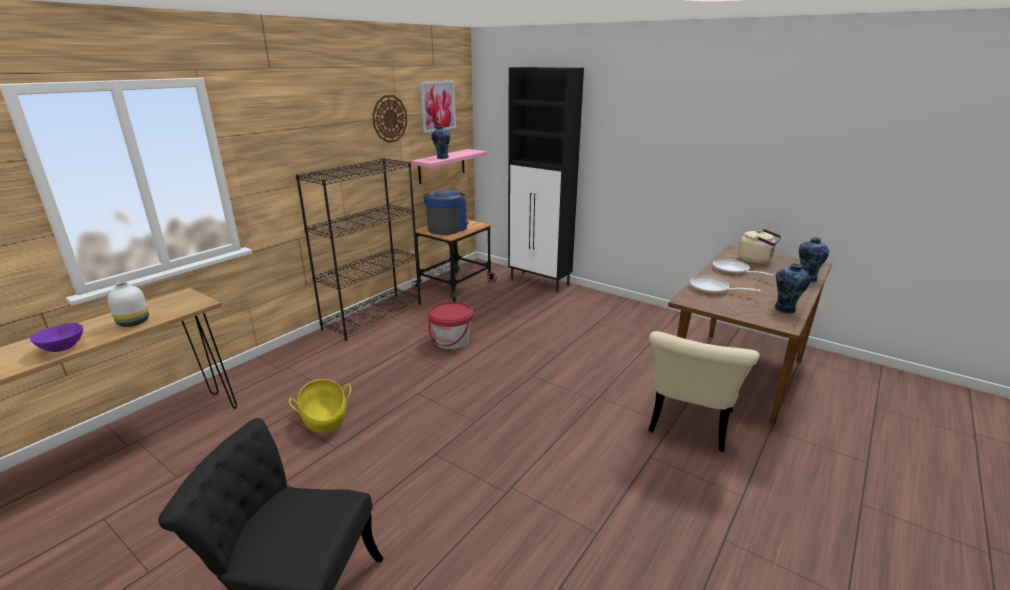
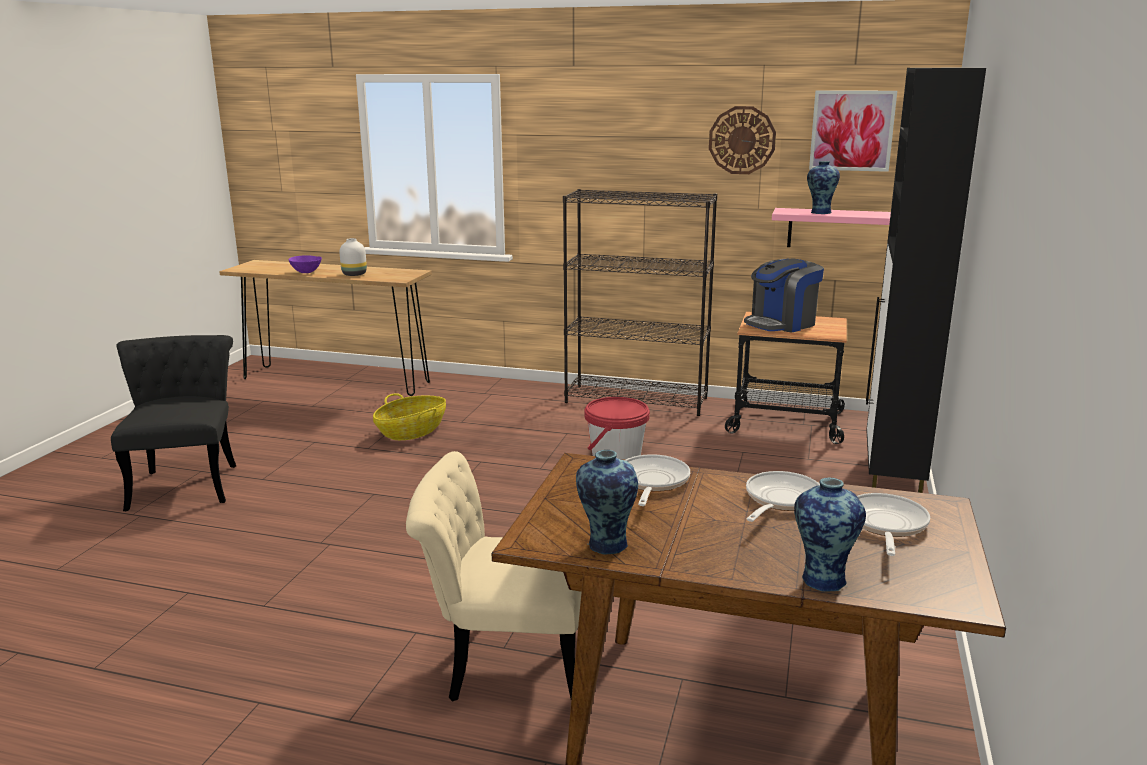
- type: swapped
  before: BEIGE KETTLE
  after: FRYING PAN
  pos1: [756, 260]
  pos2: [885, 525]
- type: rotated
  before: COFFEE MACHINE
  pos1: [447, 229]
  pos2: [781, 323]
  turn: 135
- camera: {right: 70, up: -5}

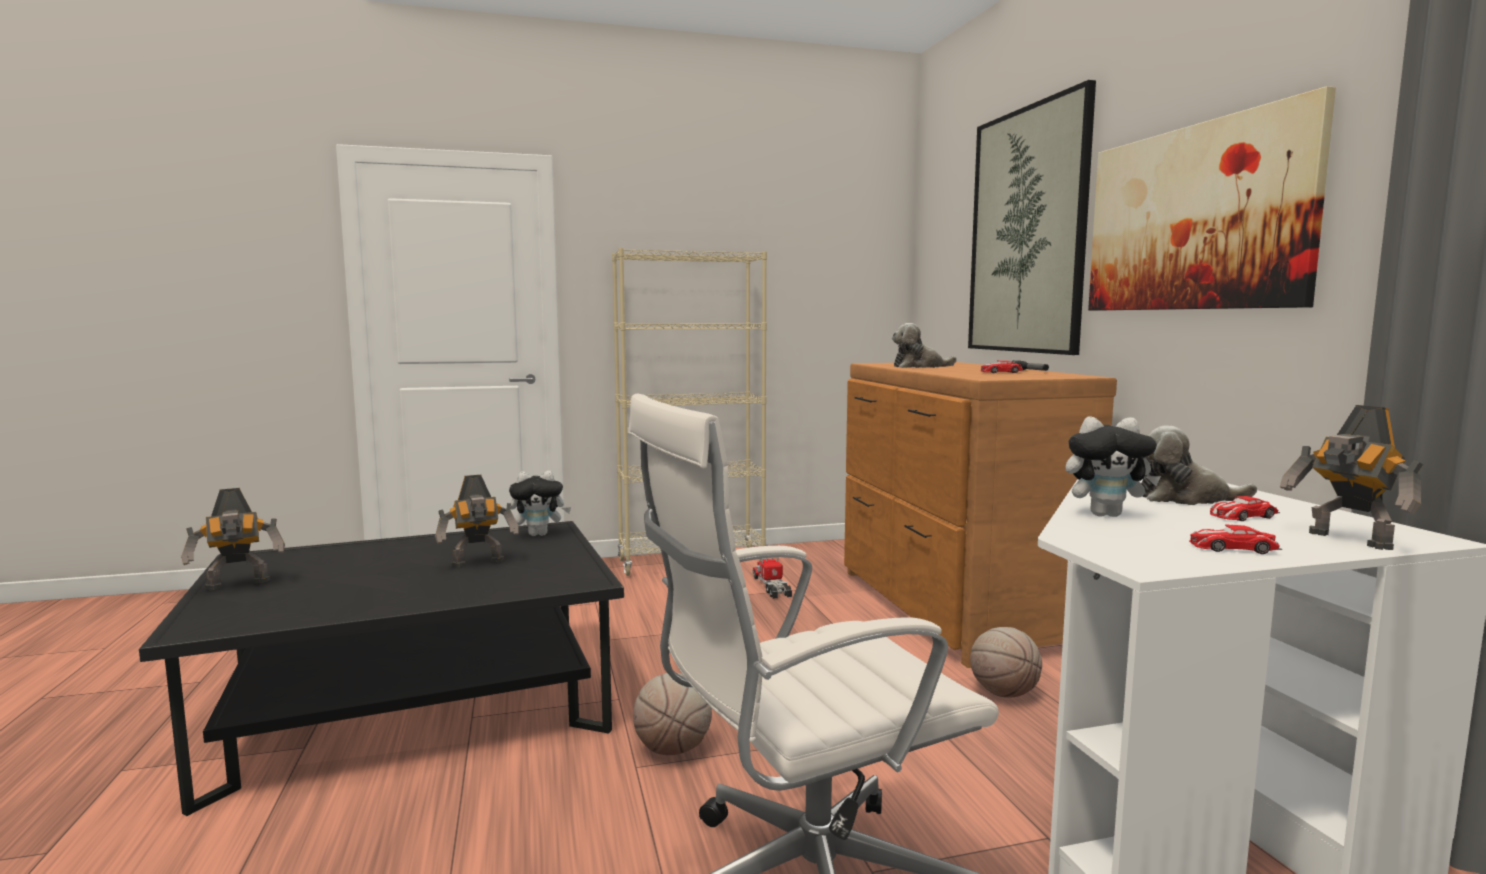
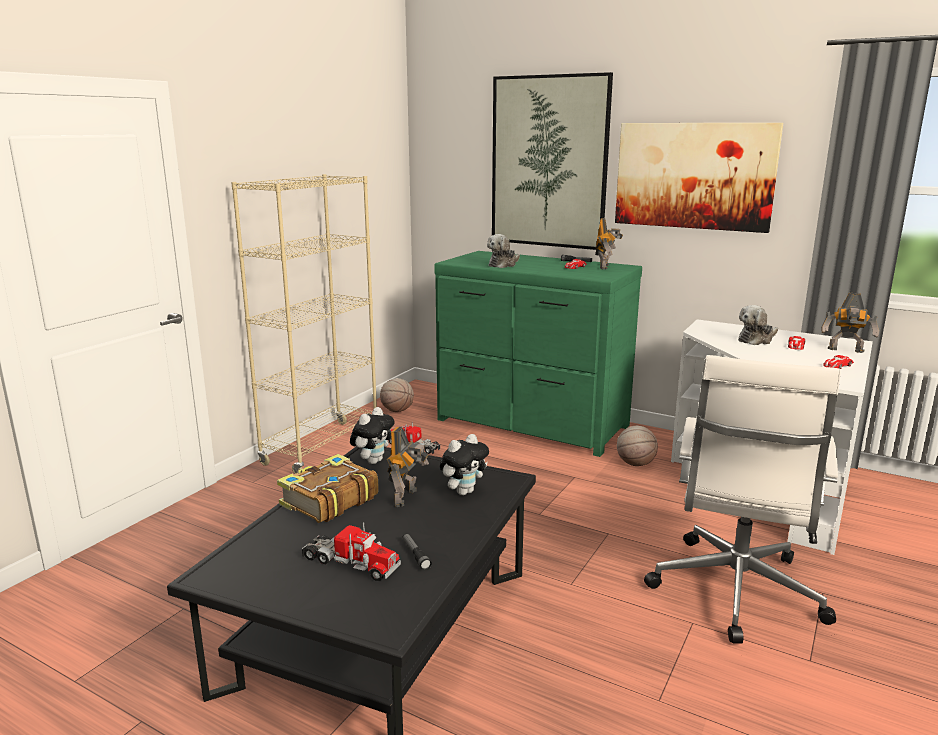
- type: new
  after: BOOK
  pos2: [328, 501]
- type: new
  after: TOY TRUCK
  pos2: [350, 563]
- type: new
  after: FLASHLIGHT
  pos2: [415, 555]
- type: shifted
  before: TOY ROBOT
  pos1: [238, 585]
  pos2: [606, 267]
- type: shifted
  before: BASKETBALL
  pos1: [673, 749]
  pos2: [397, 410]
- type: shifted
  before: PLUSH TOY
  pos1: [1106, 514]
  pos2: [464, 491]
- type: repainted
  before: BROWN DRESSER
  after: GREEN DRESSER
  pos1: [950, 608]
  pos2: [531, 424]
- camera: {right: -45, up: 10}

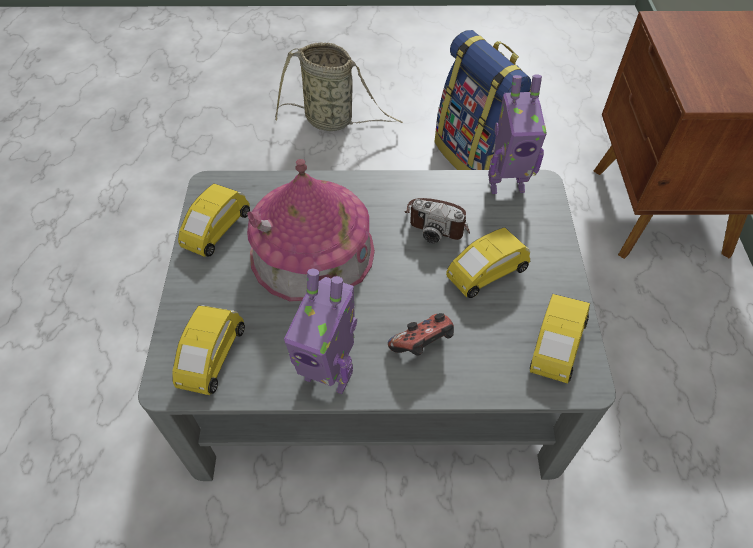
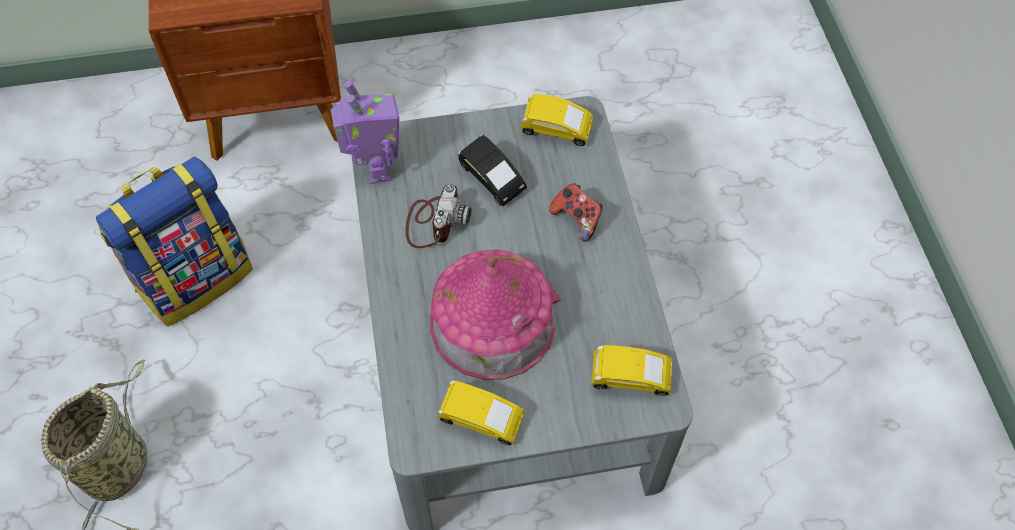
- type: gone
  before: TOY ROBOT
  pos1: [329, 373]
- type: repainted
  before: YELLOW TOY CAR
  after: BLACK TOY CAR
  pos1: [485, 273]
  pos2: [490, 180]
- camera: {right: -100, up: 5}

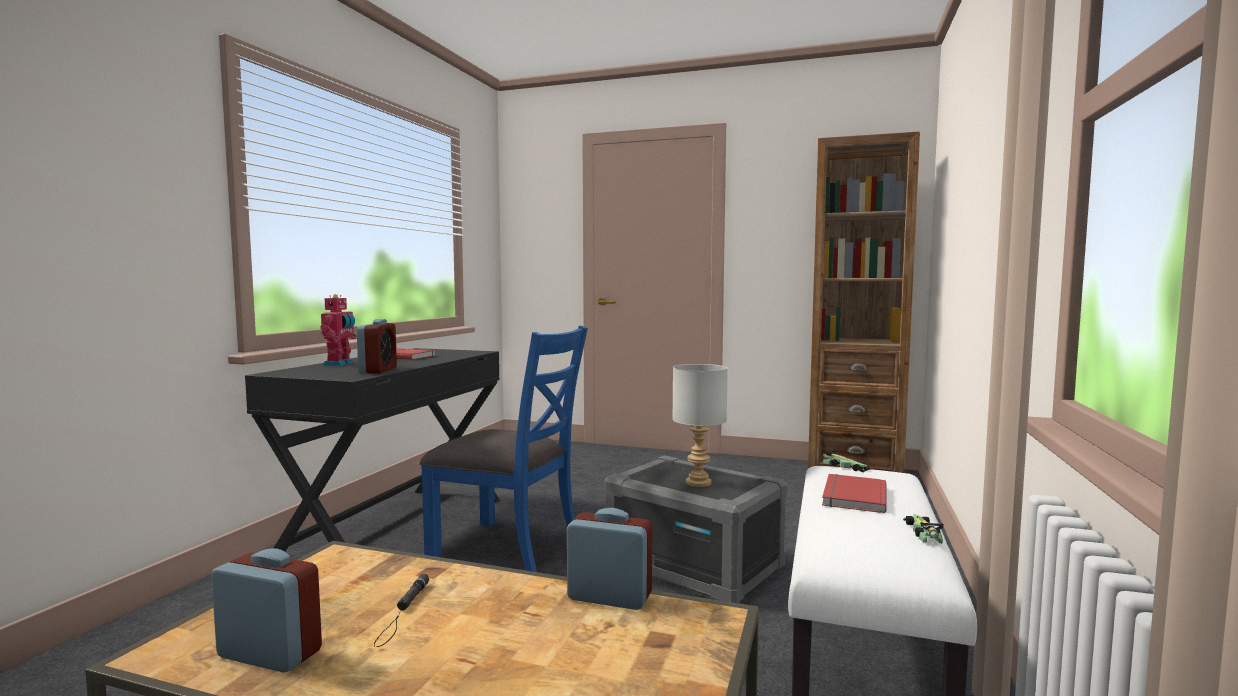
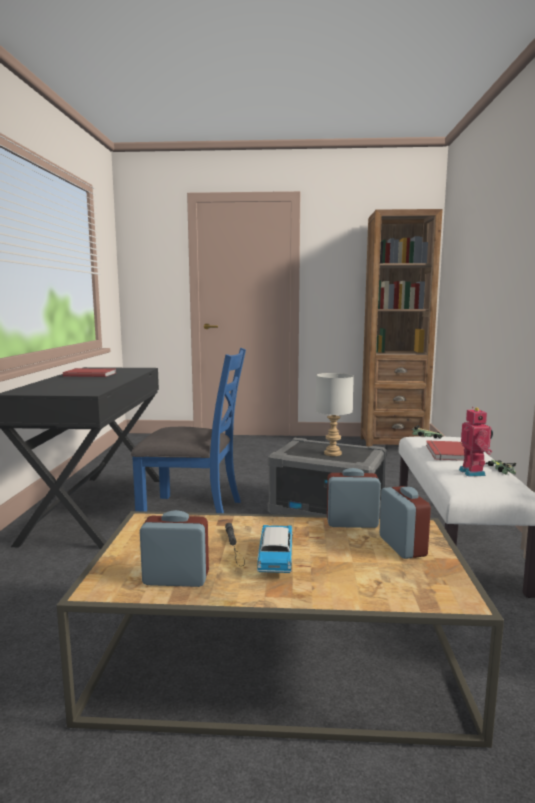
- type: new
  after: TOY CAR
  pos2: [276, 558]
- type: shifted
  before: TOY ROBOT
  pos1: [340, 364]
  pos2: [473, 472]
- type: shifted
  before: ALARM CLOCK
  pos1: [378, 370]
  pos2: [402, 546]
- camera: {right: -15, up: 5}

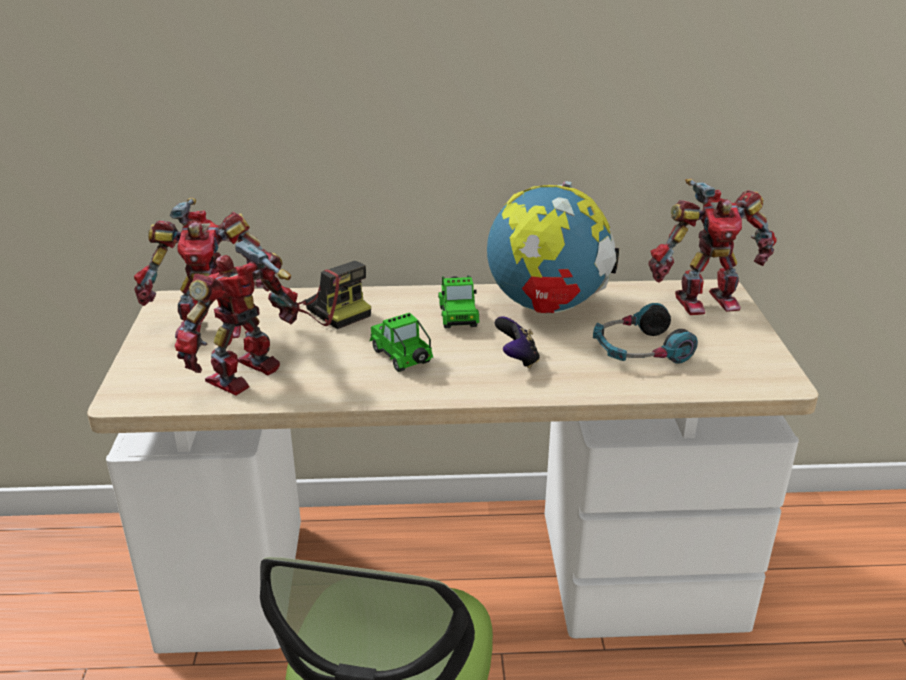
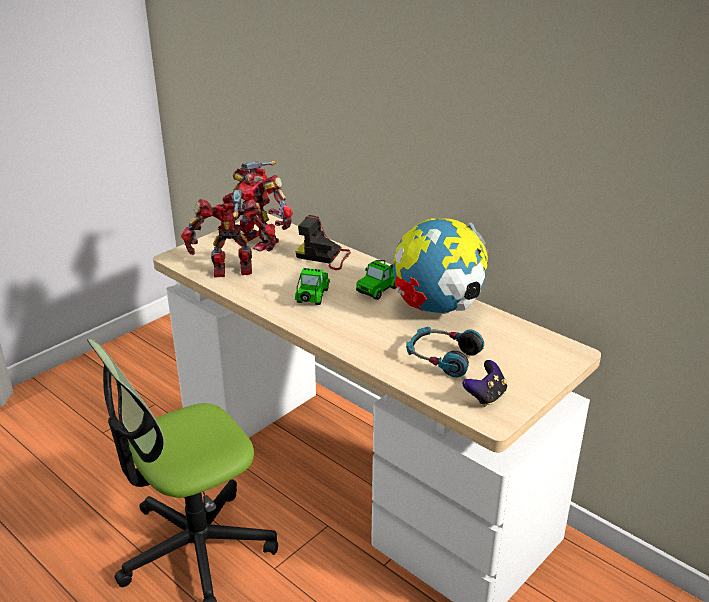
- type: gone
  before: TOY ROBOT
  pos1: [704, 300]
- type: shifted
  before: GAME CONTROLLER
  pos1: [517, 359]
  pos2: [485, 397]
- type: rotated
  before: PHOTO CAMERA
  pos1: [333, 309]
  pos2: [324, 257]
  turn: 105
- camera: {right: 45, up: 0}

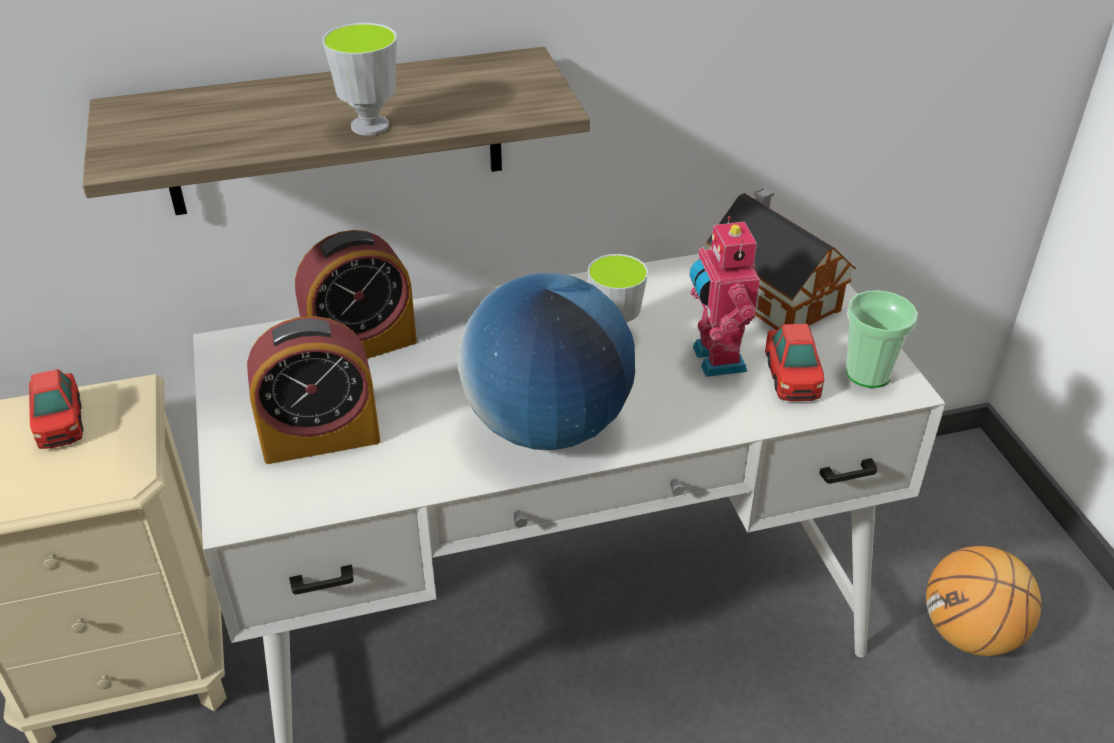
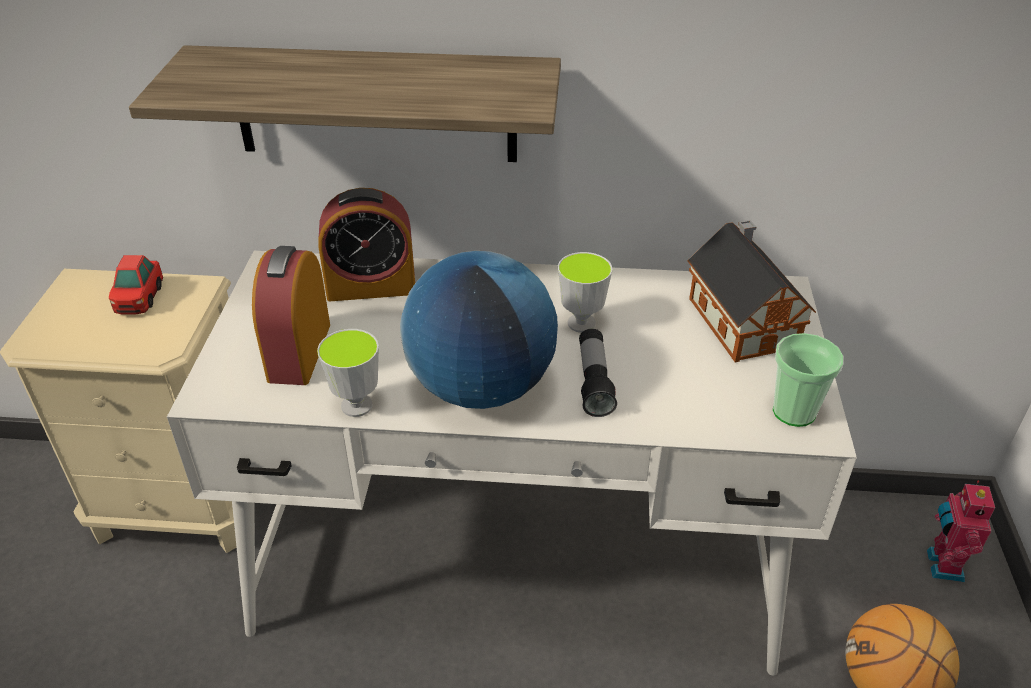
- type: gone
  before: TOY CAR
  pos1: [792, 379]
- type: new
  after: FLASHLIGHT
  pos2: [594, 382]
- type: shifted
  before: CUP
  pos1: [370, 126]
  pos2: [356, 406]
- type: shifted
  before: TOY ROBOT
  pos1: [715, 359]
  pos2: [941, 565]
- type: rotated
  before: ALARM CLOCK
  pos1: [320, 437]
  pos2: [299, 352]
  turn: 90
- camera: {right: 20, up: 0}

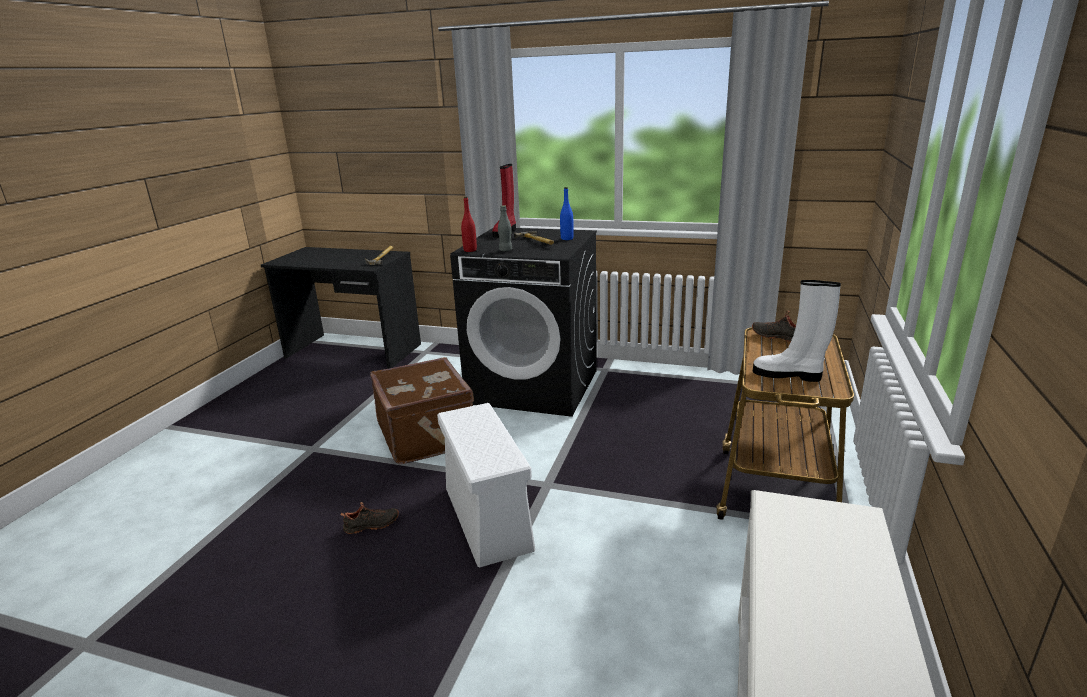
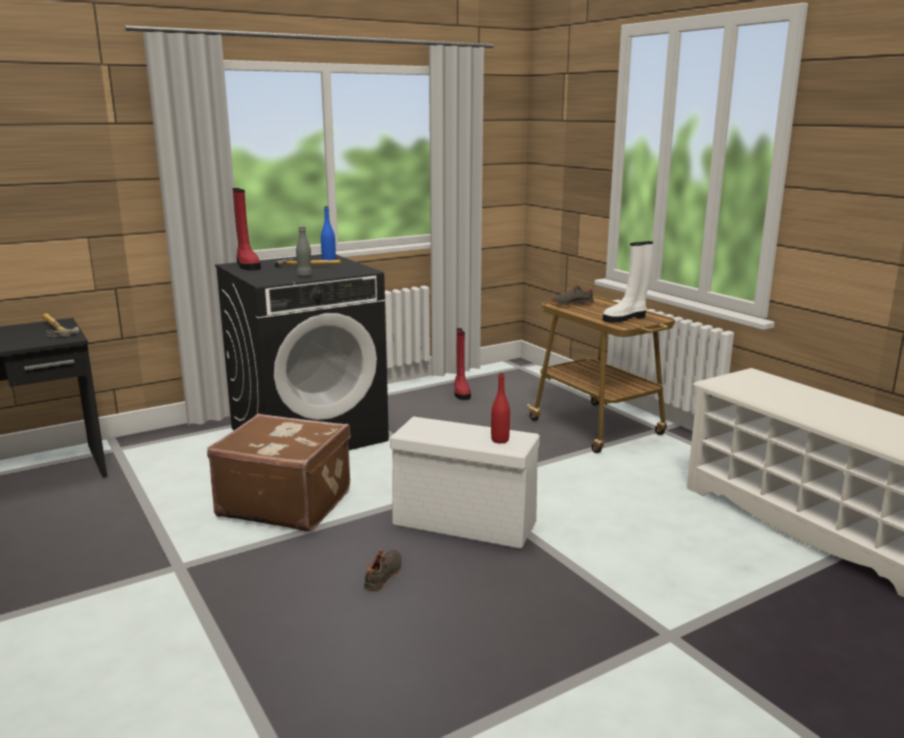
- type: new
  after: RED BOOT
  pos2: [461, 392]
- type: shifted
  before: RED BOTTLE
  pos1: [470, 250]
  pos2: [500, 440]
- camera: {right: -50, up: -5}

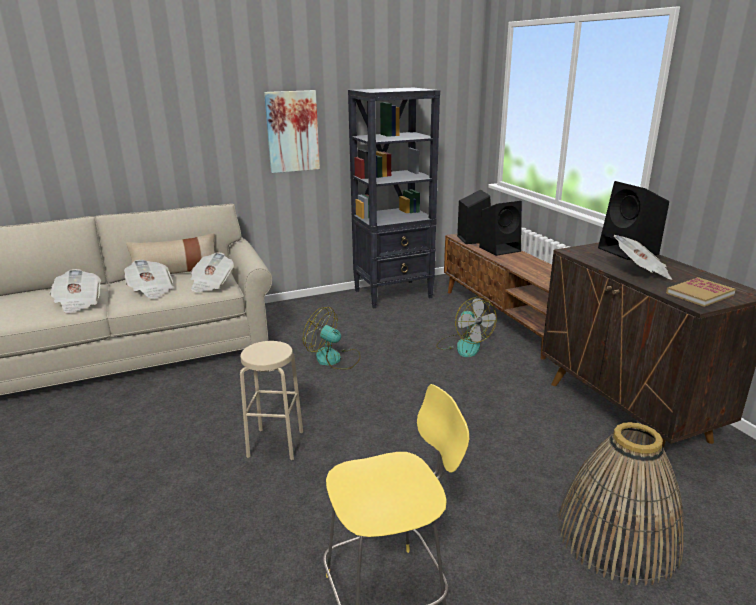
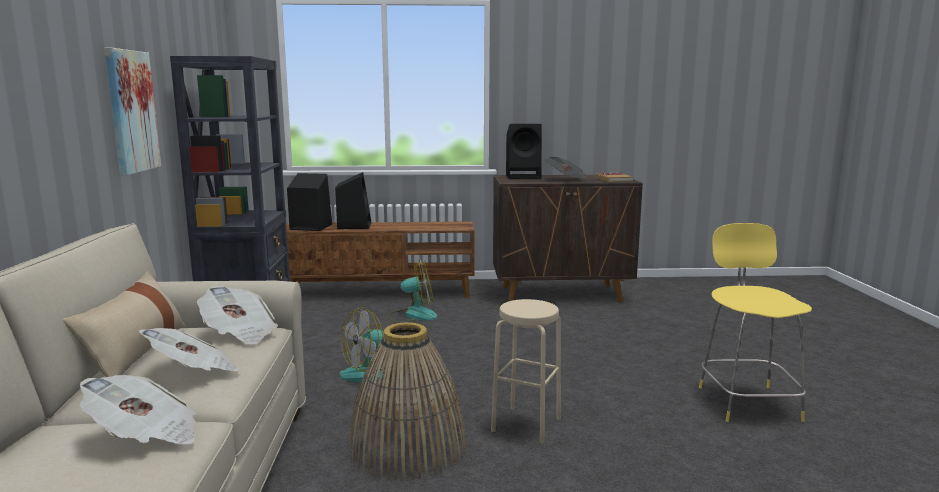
- type: shifted
  before: BASKET
  pos1: [617, 536]
  pos2: [407, 446]
- camera: {right: -70, up: -10}

